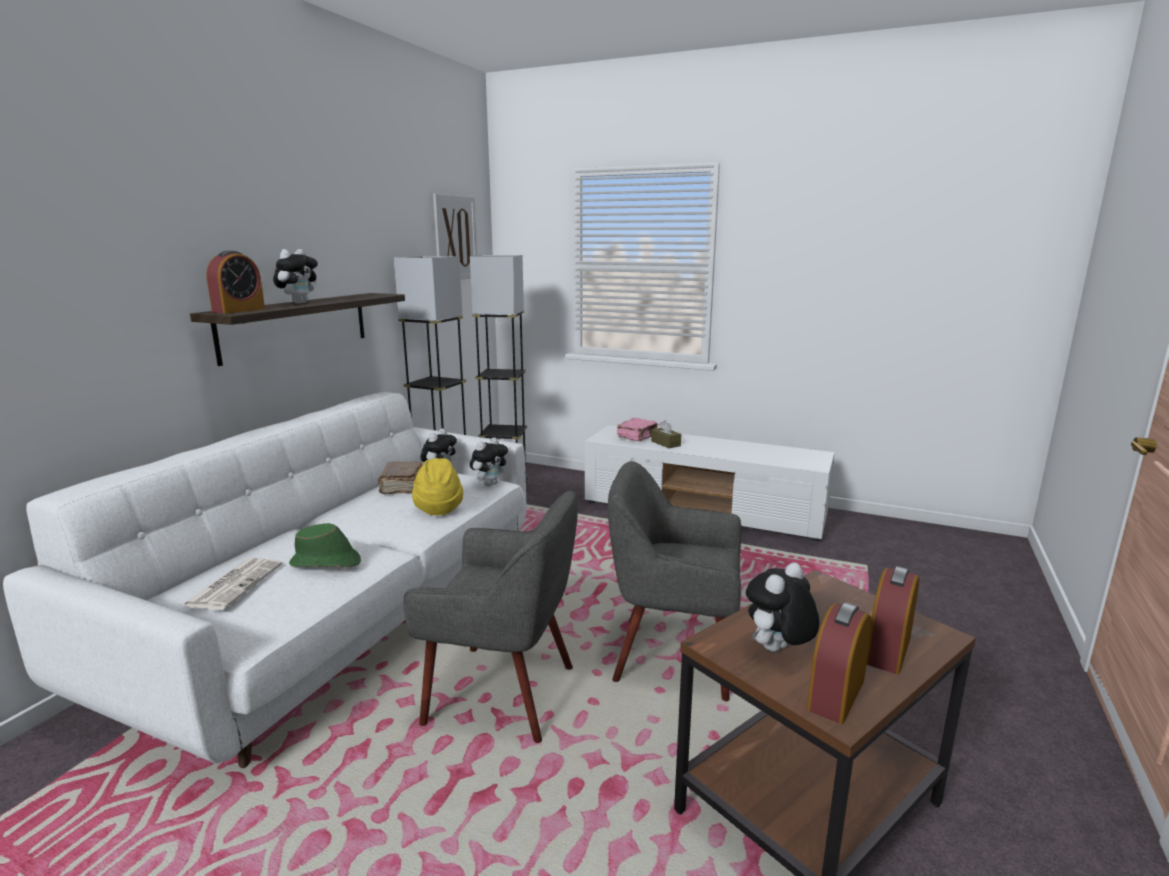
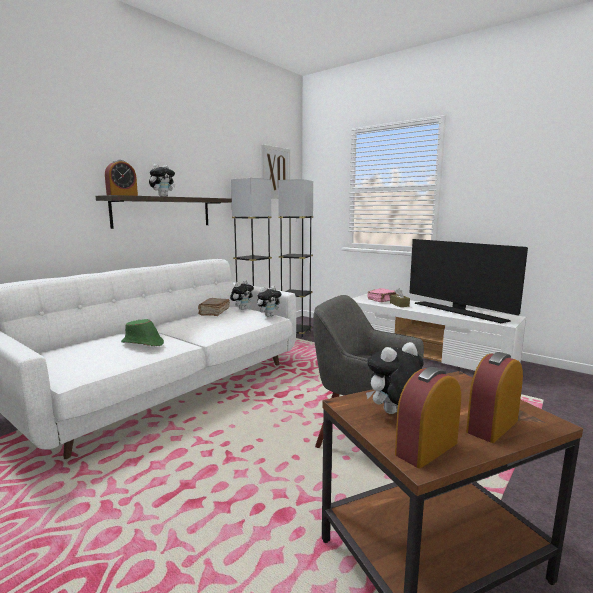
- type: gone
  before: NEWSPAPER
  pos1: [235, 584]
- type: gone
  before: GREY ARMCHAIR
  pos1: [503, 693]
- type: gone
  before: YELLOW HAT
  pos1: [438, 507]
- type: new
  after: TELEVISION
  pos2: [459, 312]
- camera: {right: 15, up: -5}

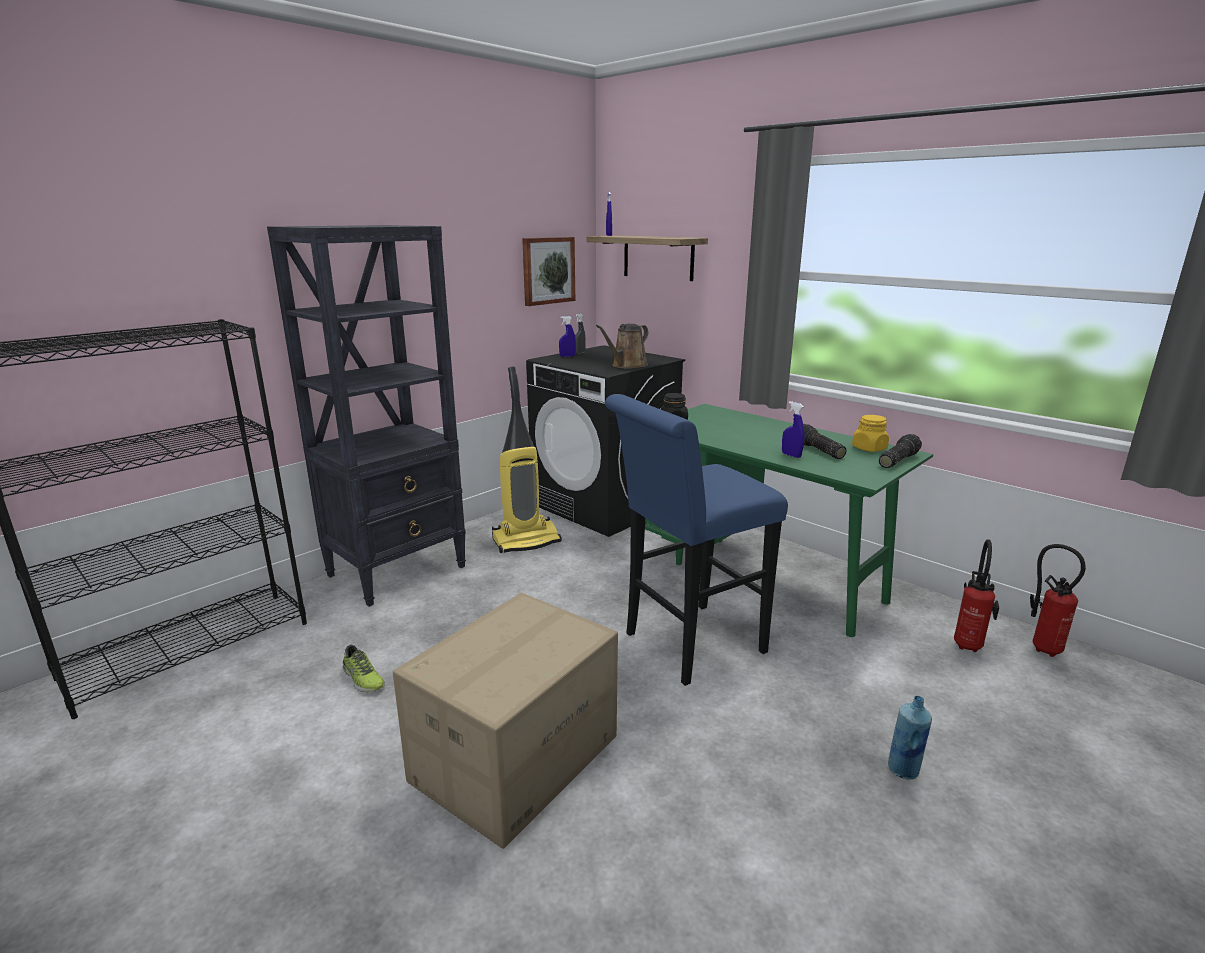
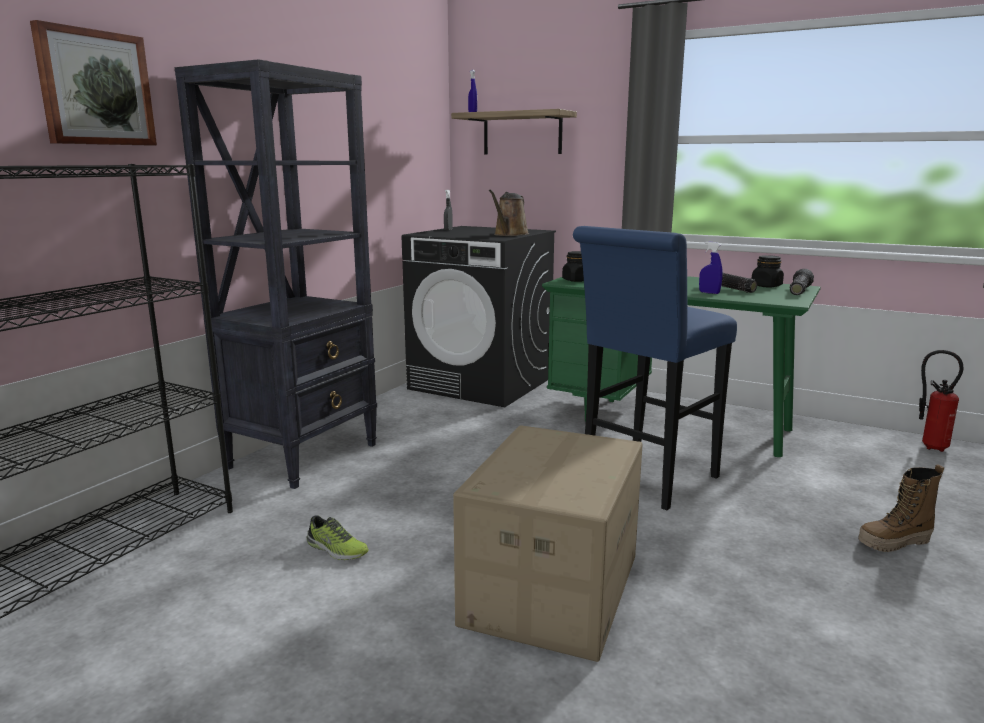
- type: gone
  before: VACUUM CLEANER
  pos1: [526, 540]
- type: gone
  before: BLUE SPRAY BOTTLE
  pos1: [567, 356]
- type: gone
  before: FIRE EXTINGUISHER
  pos1: [969, 644]
- type: shifted
  before: PICTURE
  pos1: [548, 270]
  pos2: [95, 88]
- type: swapped
  before: BLUE BOTTLE
  after: BOOT
  pos1: [903, 770]
  pos2: [894, 543]
- type: repainted
  before: YELLOW JAR
  after: BLACK JAR
  pos1: [869, 448]
  pos2: [766, 286]
- camera: {right: -15, up: -5}

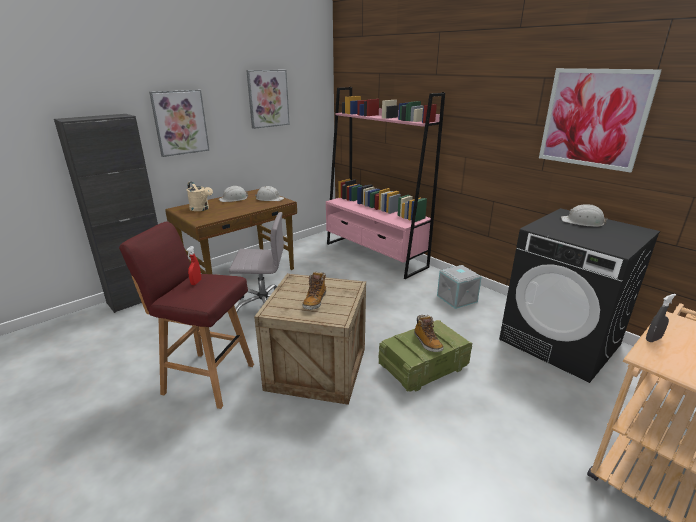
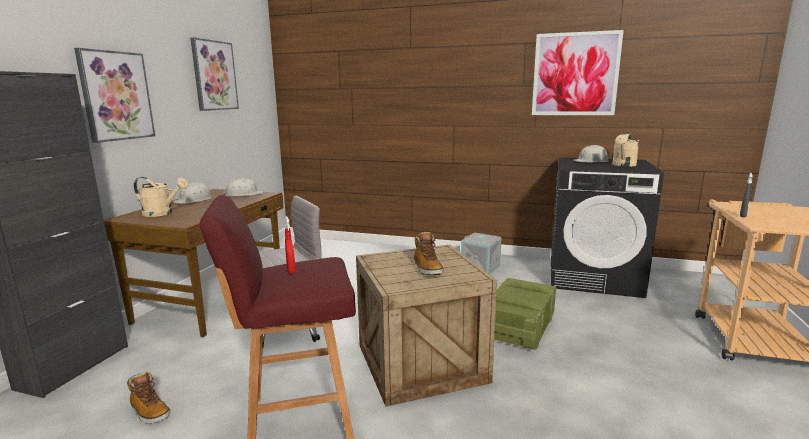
- type: gone
  before: PINK BOOKCASE
  pos1: [375, 255]
- type: new
  after: BEIGE WATERING CAN
  pos2: [623, 165]
- type: shifted
  before: BOOT
  pos1: [427, 342]
  pos2: [149, 412]
- camera: {right: -30, up: -10}

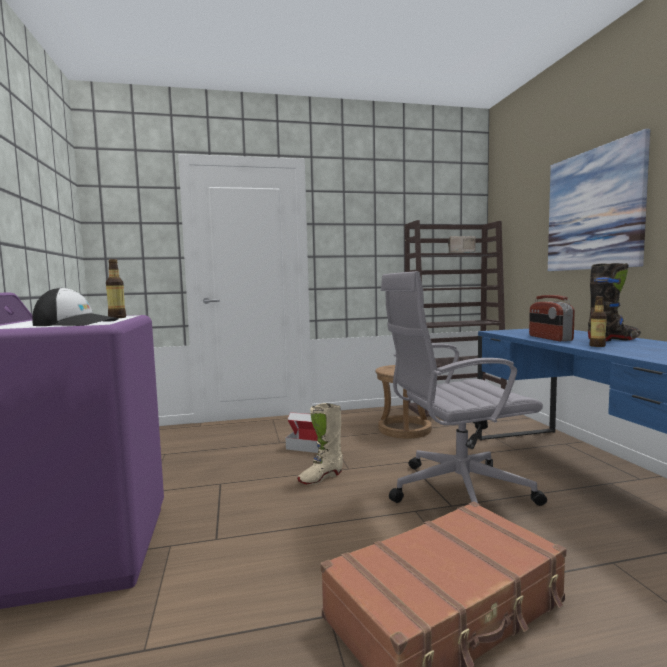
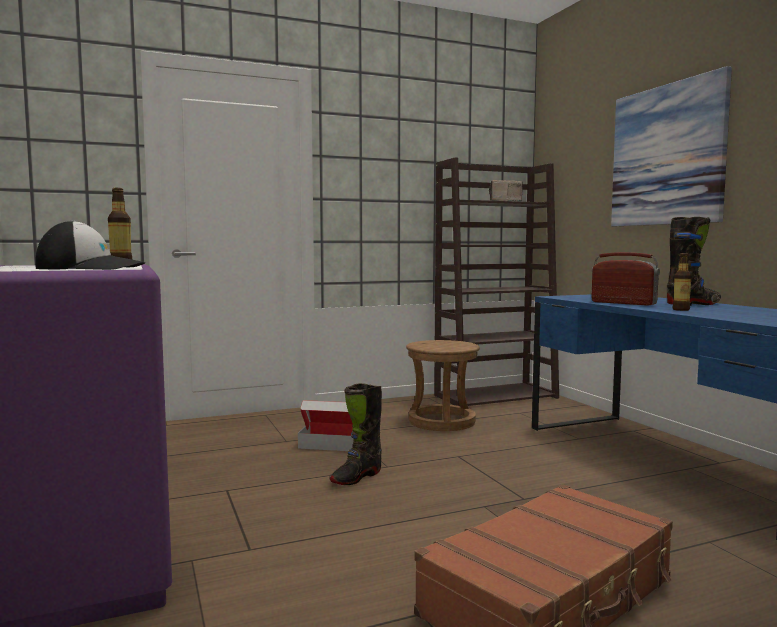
- type: gone
  before: GREY OFFICE CHAIR
  pos1: [455, 492]
- type: repainted
  before: BEIGE BOOT
  after: BLACK BOOT
  pos1: [320, 477]
  pos2: [356, 477]
- type: rotated
  before: RADIO
  pos1: [549, 338]
  pos2: [623, 303]
  turn: 150
- camera: {right: -10, up: 0}

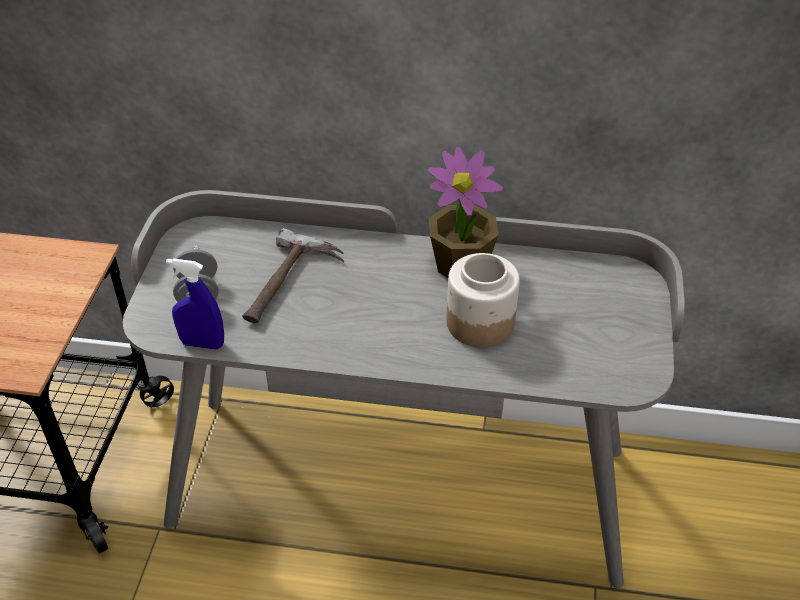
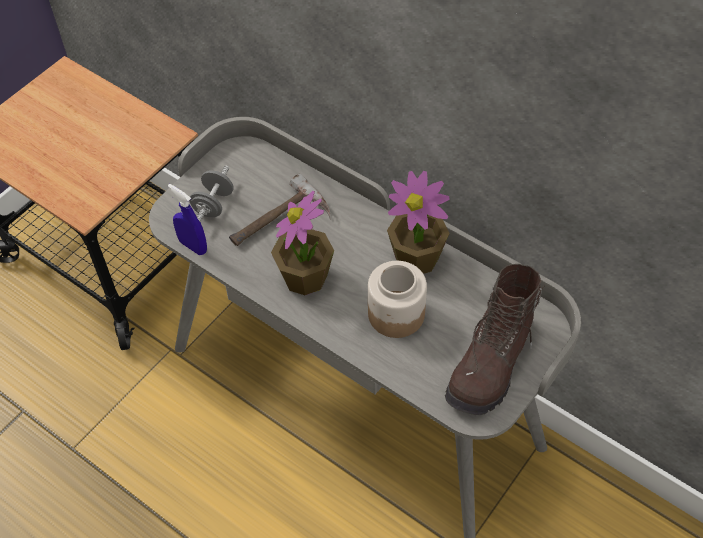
- type: new
  after: POTTED PLANT
  pos2: [305, 277]
- type: new
  after: BROWN BOOT
  pos2: [491, 364]
- camera: {right: 30, up: 10}

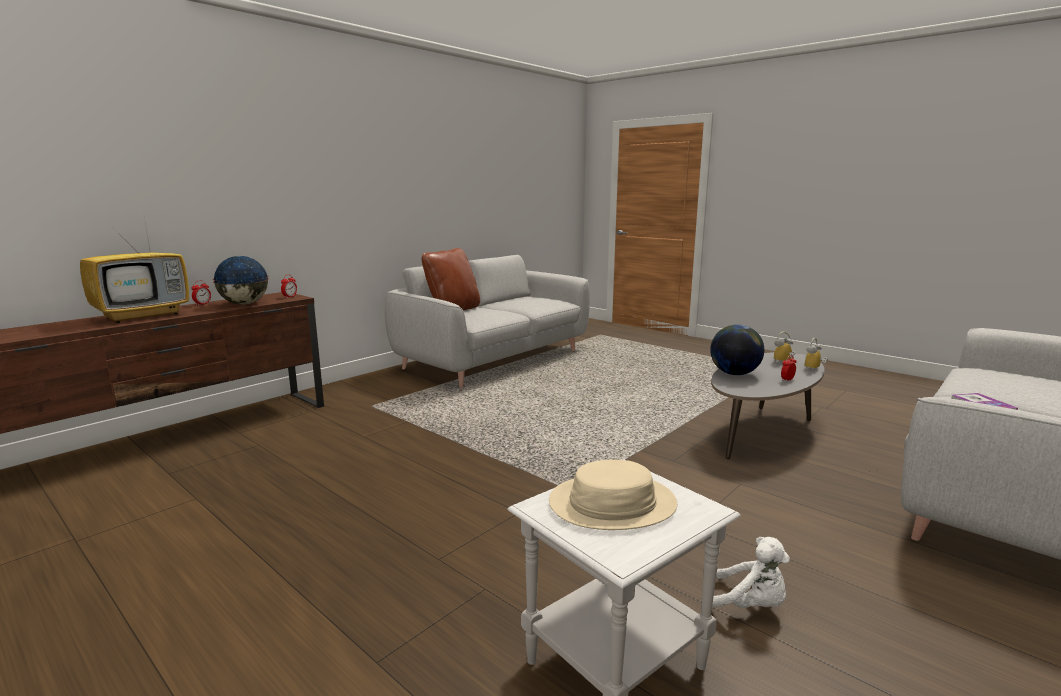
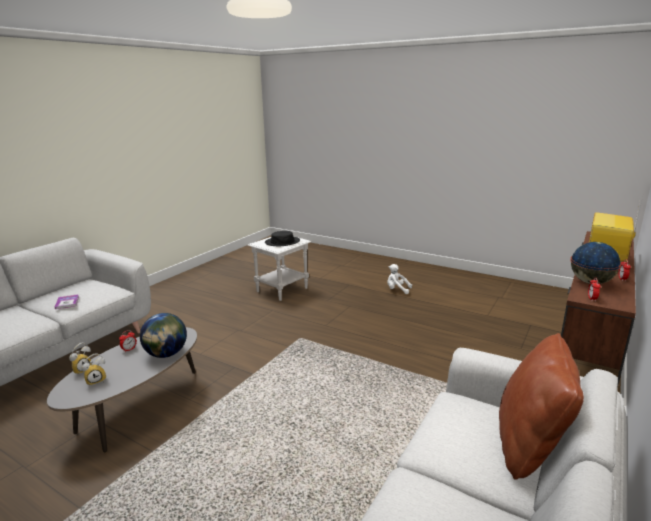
- type: shifted
  before: WHITE PLUSH TOY
  pos1: [749, 605]
  pos2: [397, 290]
- type: repainted
  before: BEIGE HAT
  after: BLACK HAT
  pos1: [612, 504]
  pos2: [282, 242]
- camera: {right: 170, up: 5}

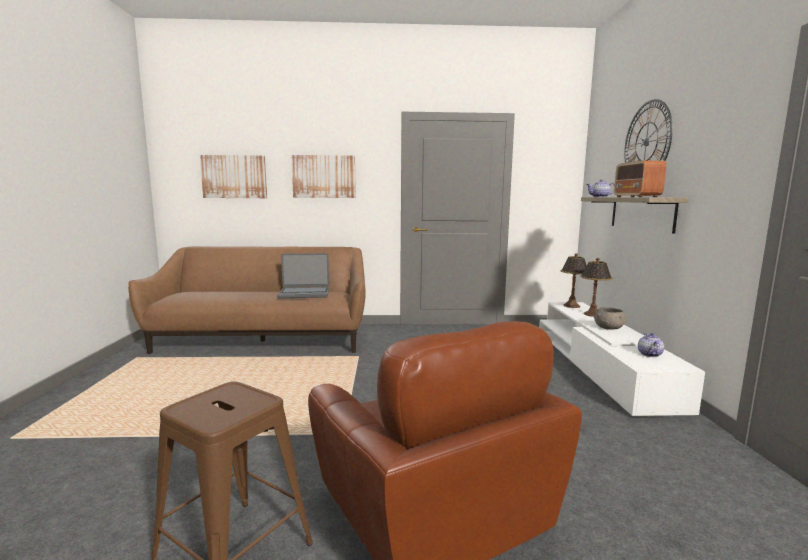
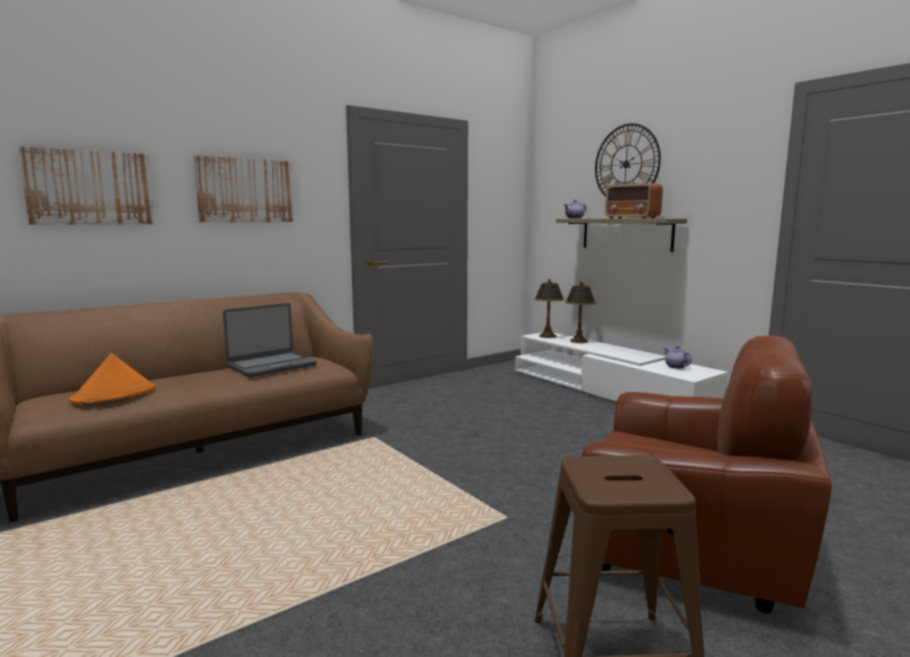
- type: gone
  before: GREY BOWL
  pos1: [609, 328]
- type: new
  after: ORANGE HAT
  pos2: [115, 395]
- camera: {right: -35, up: 0}

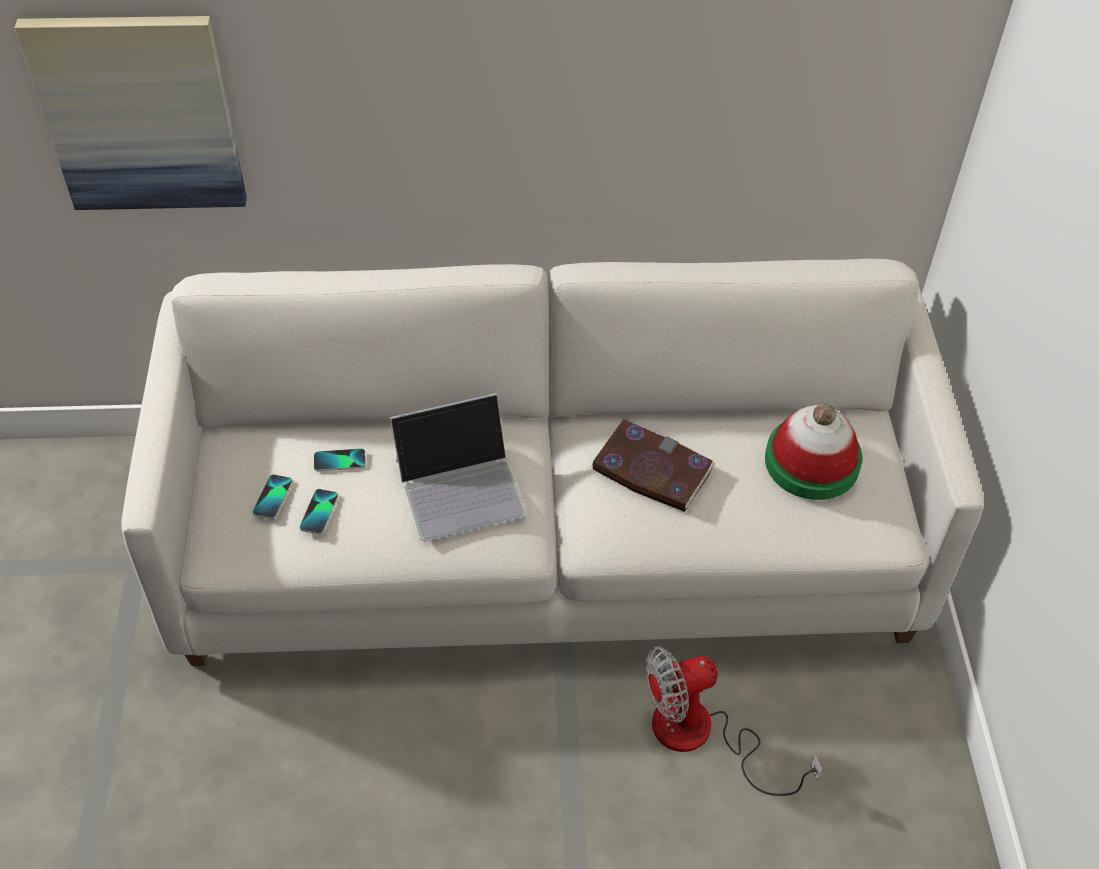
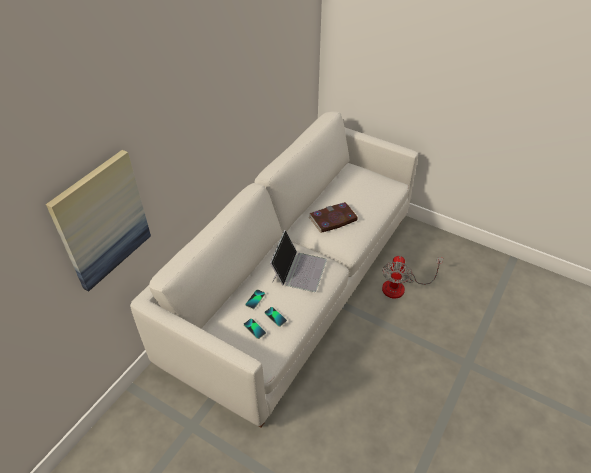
- type: gone
  before: HAT
  pos1: [812, 462]
- camera: {right: -55, up: -5}

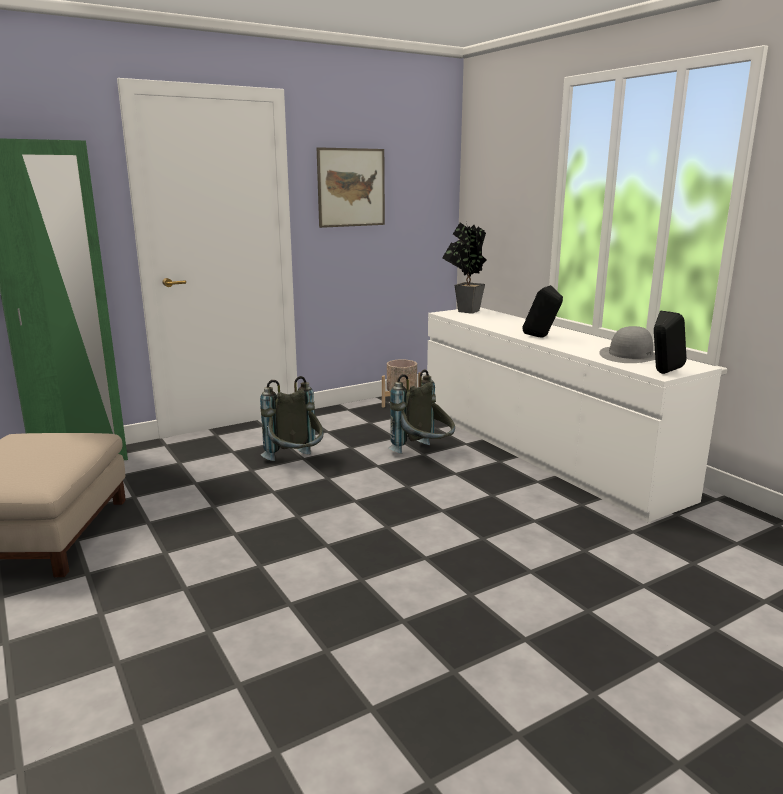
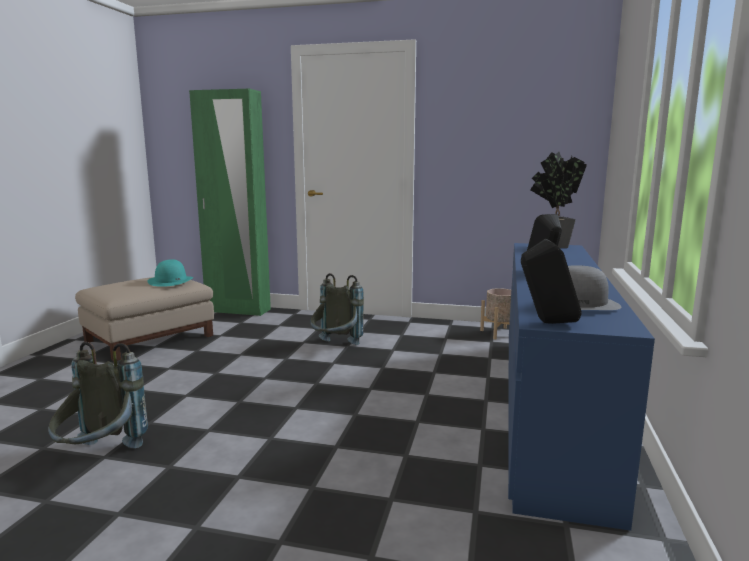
- type: gone
  before: PICTURE
  pos1: [351, 187]
- type: new
  after: TURQUOISE HAT
  pos2: [171, 281]
- type: shifted
  before: GREY BACKPACK
  pos1: [424, 454]
  pos2: [100, 457]
- type: repainted
  before: WHITE DRESSER
  after: BLUE DRESSER
  pos1: [542, 450]
  pos2: [550, 407]
- camera: {right: 45, up: -5}

